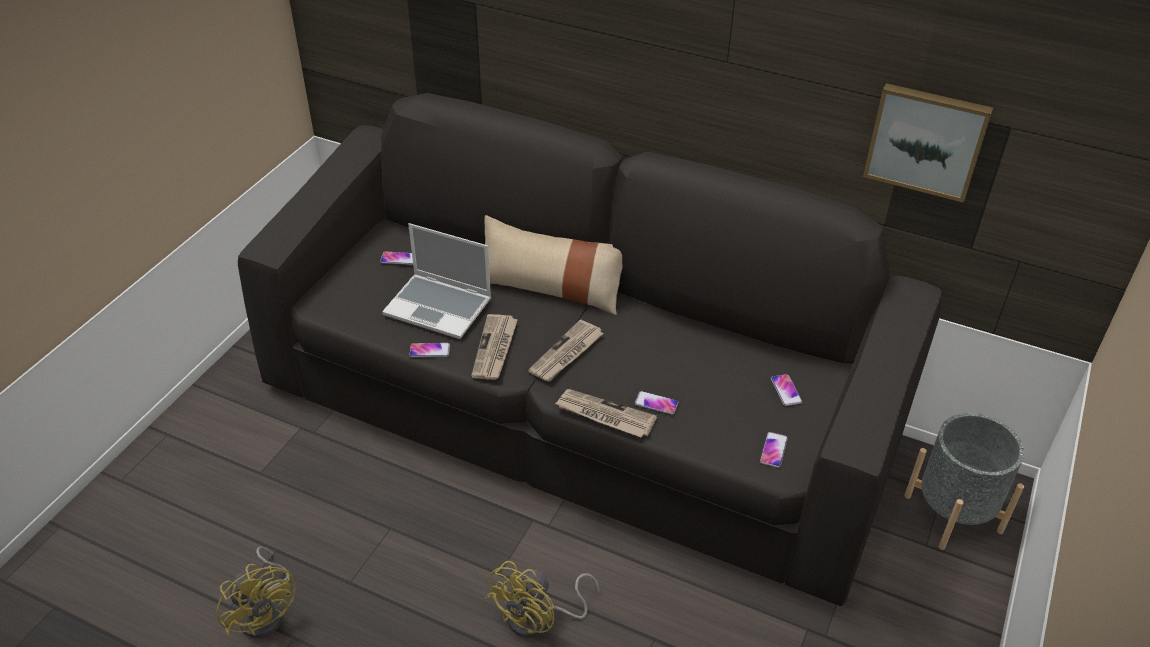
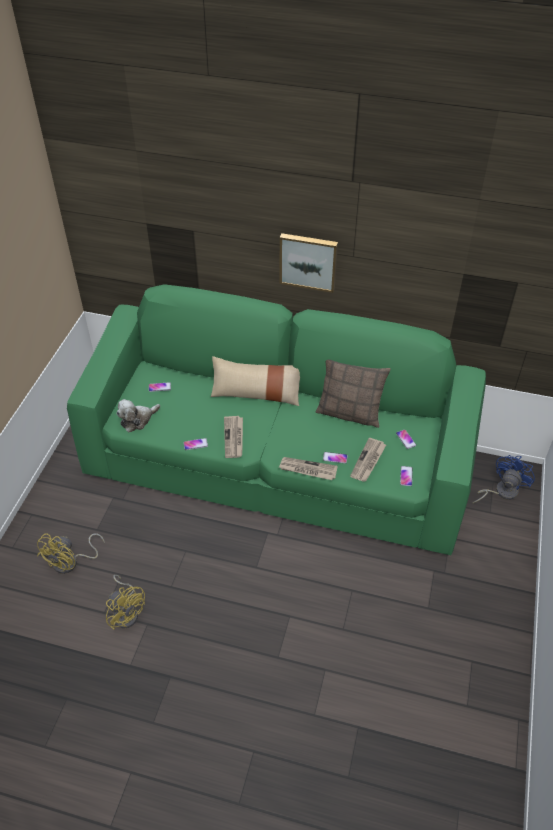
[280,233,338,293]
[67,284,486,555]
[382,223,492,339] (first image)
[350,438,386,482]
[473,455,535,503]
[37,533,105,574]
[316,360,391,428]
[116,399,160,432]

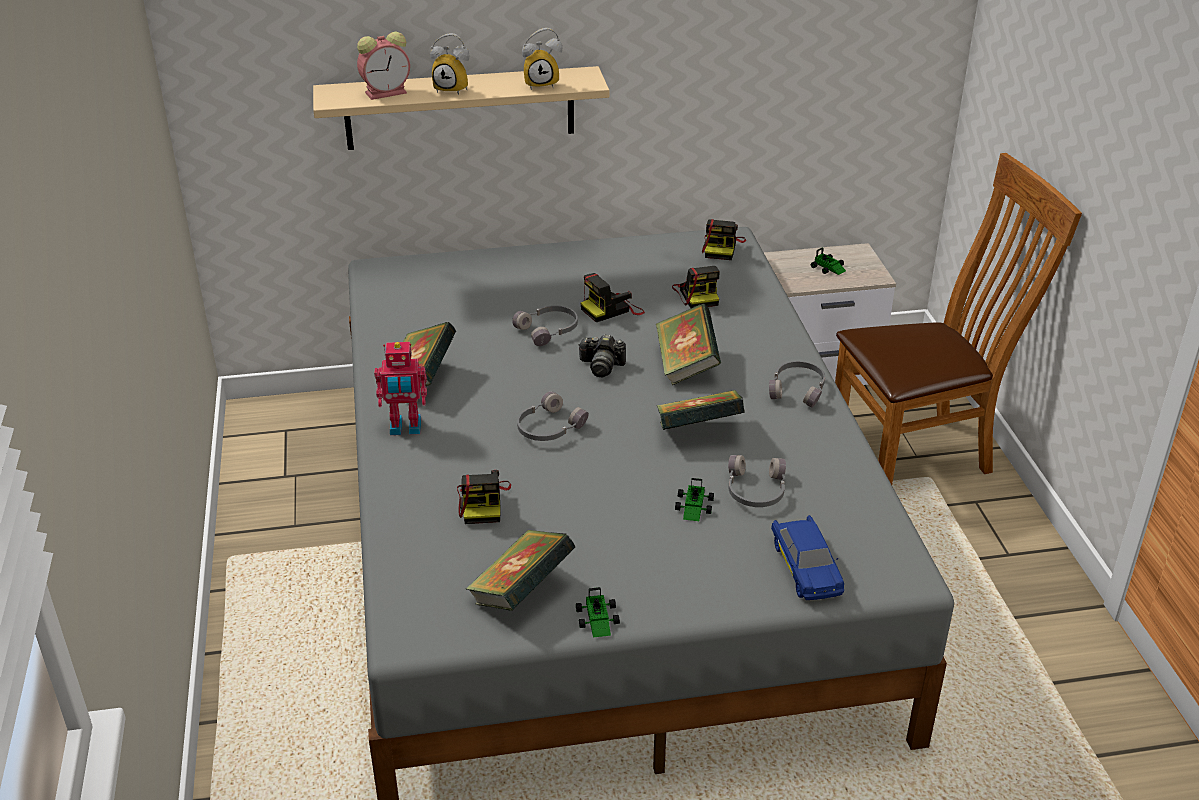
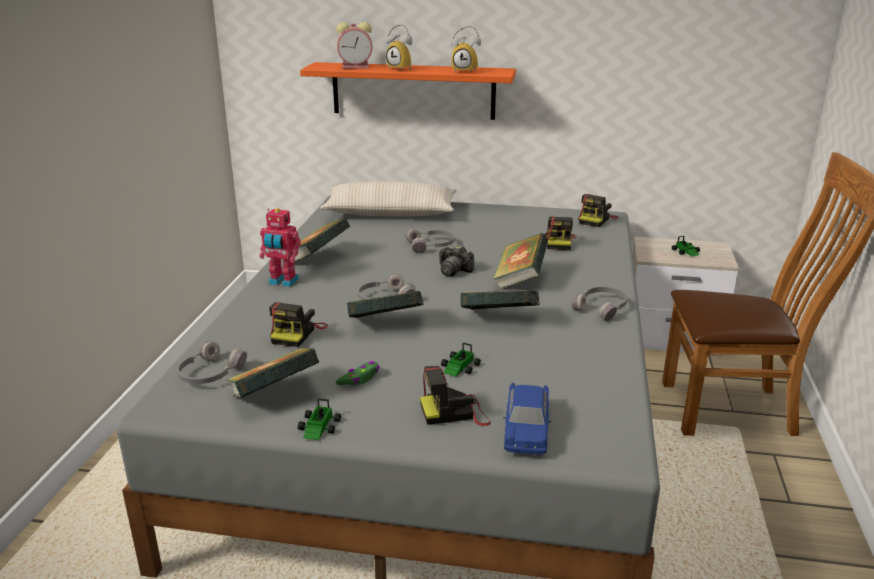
[300,62,516,120]
[420,366,491,426]
[177,341,247,384]
[320,181,457,217]
[347,291,424,318]
[336,361,380,385]

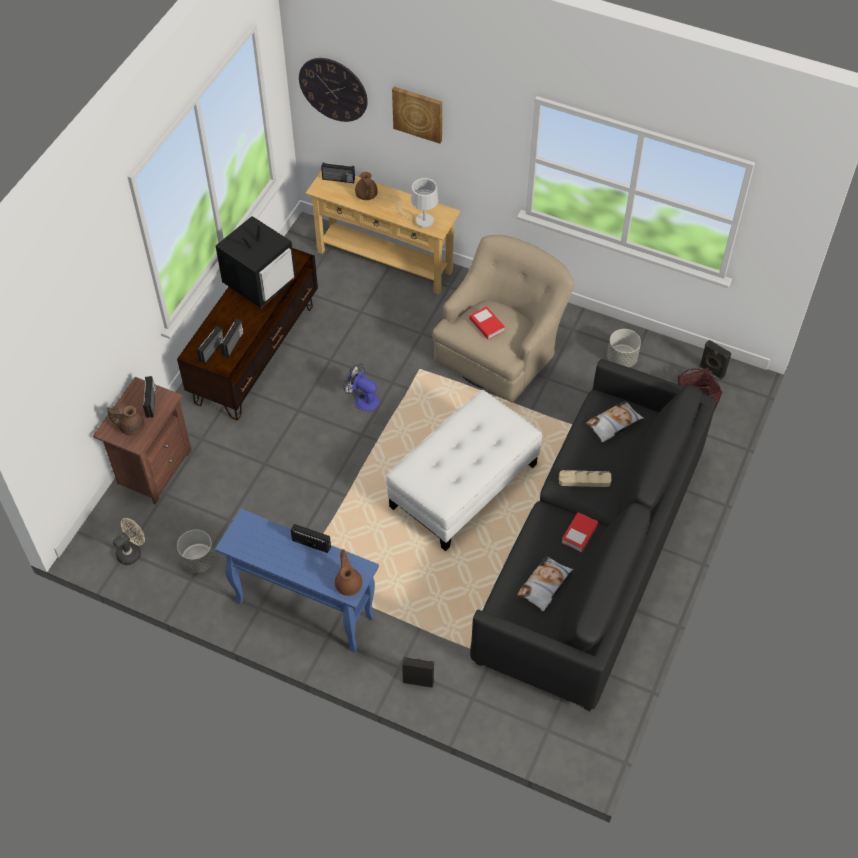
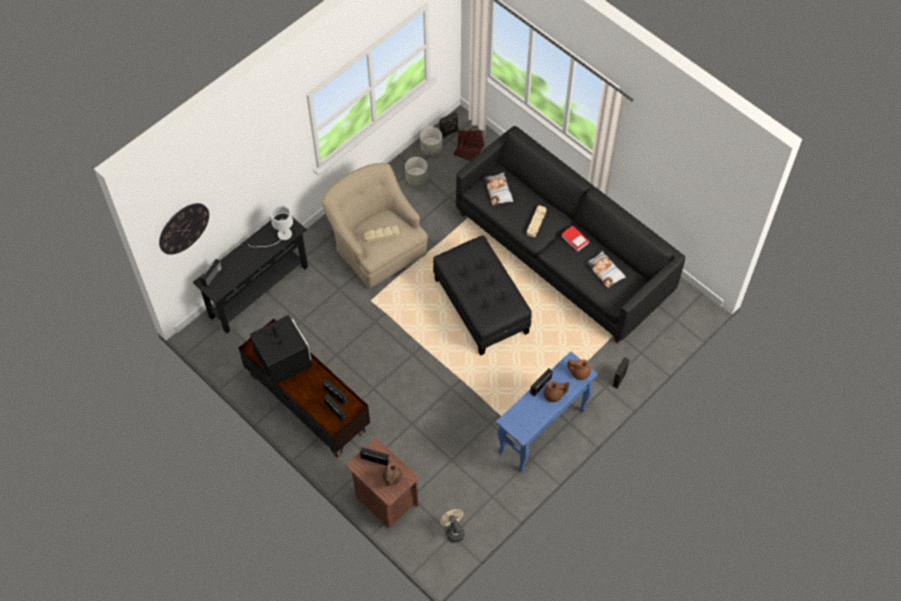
[392,87,442,144] (first image)
[193,214,308,333]
[544,381,569,402]
[363,226,399,242]
[343,363,380,411] (first image)
[433,235,532,356]
[420,127,442,155]

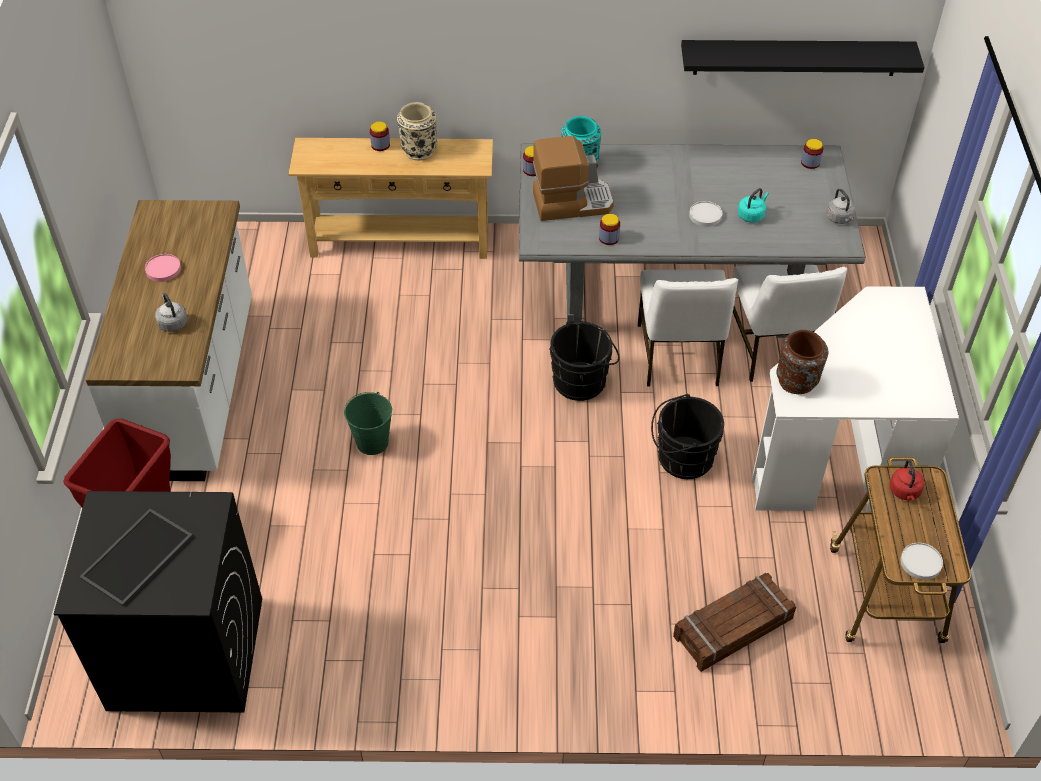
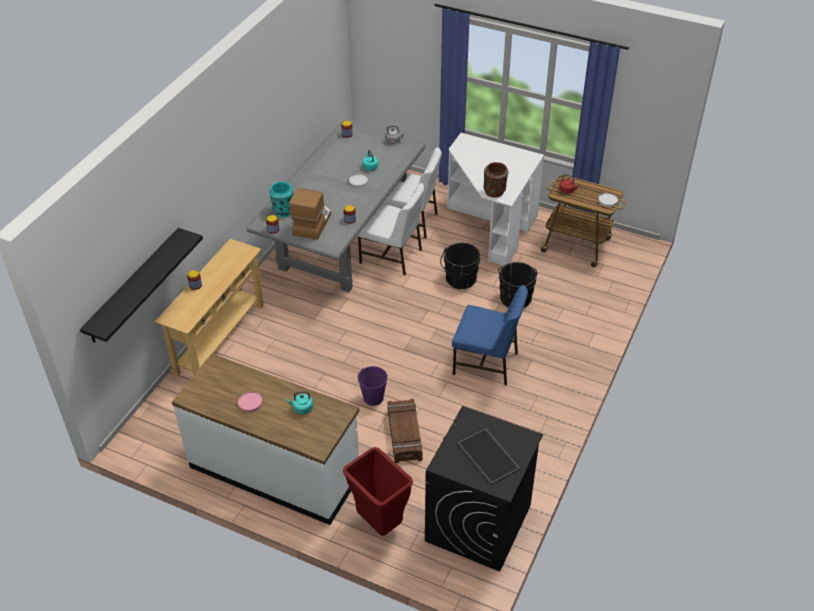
[80,228,203,343]
[397,102,437,160] (first image)
[286,391,313,414]
[498,262,537,308]
[357,366,388,406]
[387,399,422,463]
[452,285,528,386]

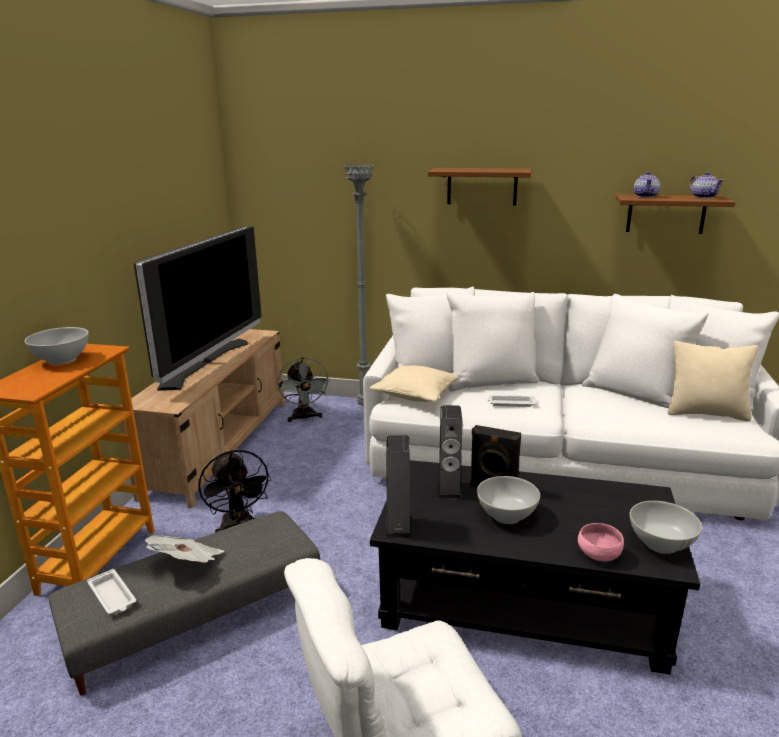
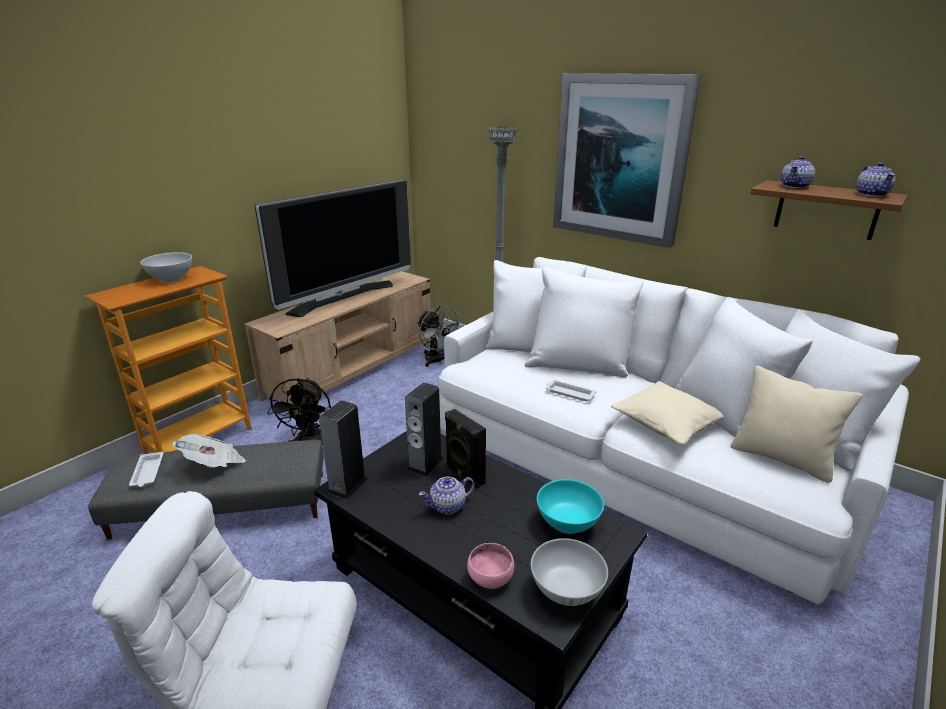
[553,73,701,248]
[417,306,464,367]
[611,381,724,445]
[419,477,475,515]
[537,479,604,534]

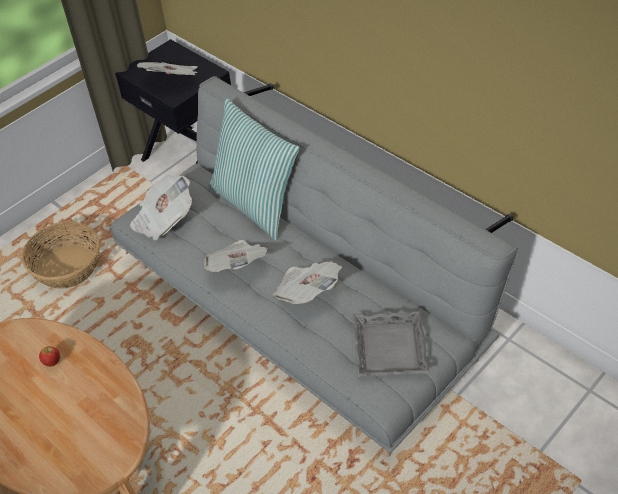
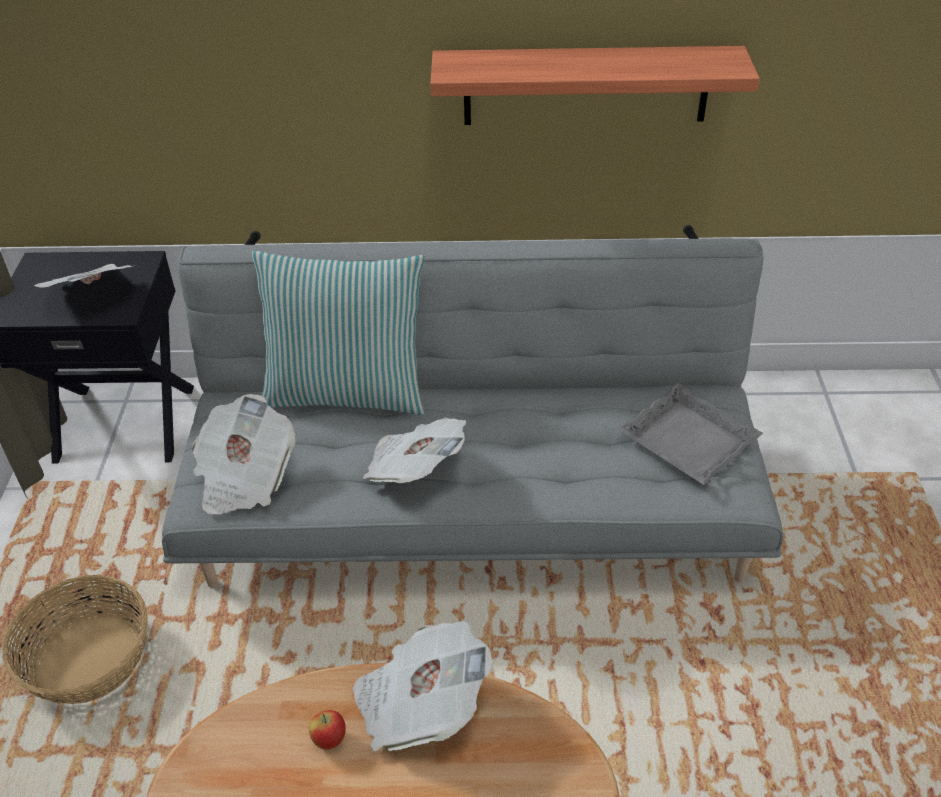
[352,621,493,751]
[431,46,760,125]

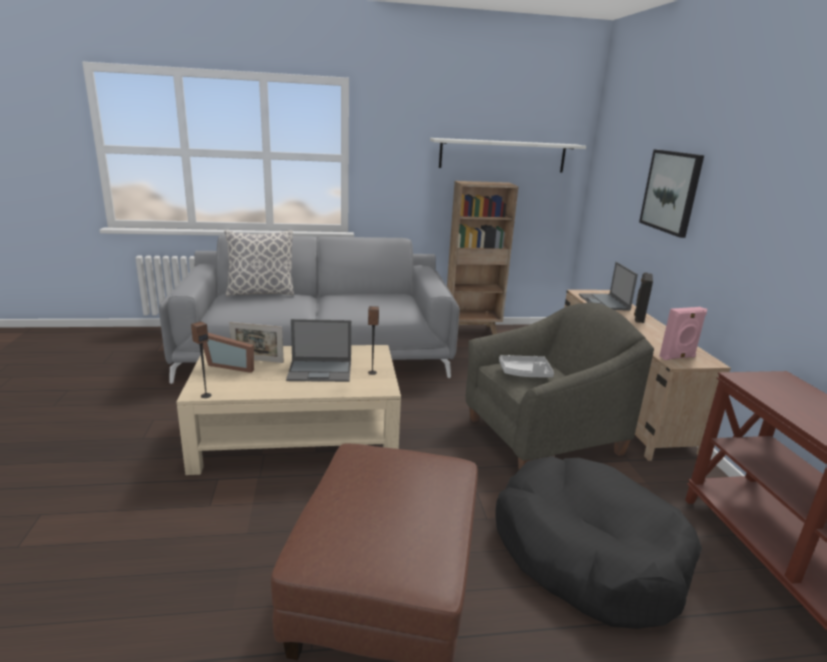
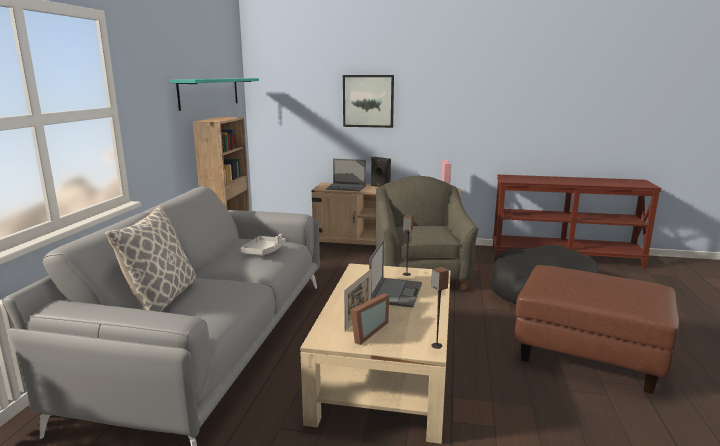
[170,78,259,111]
[241,234,286,255]

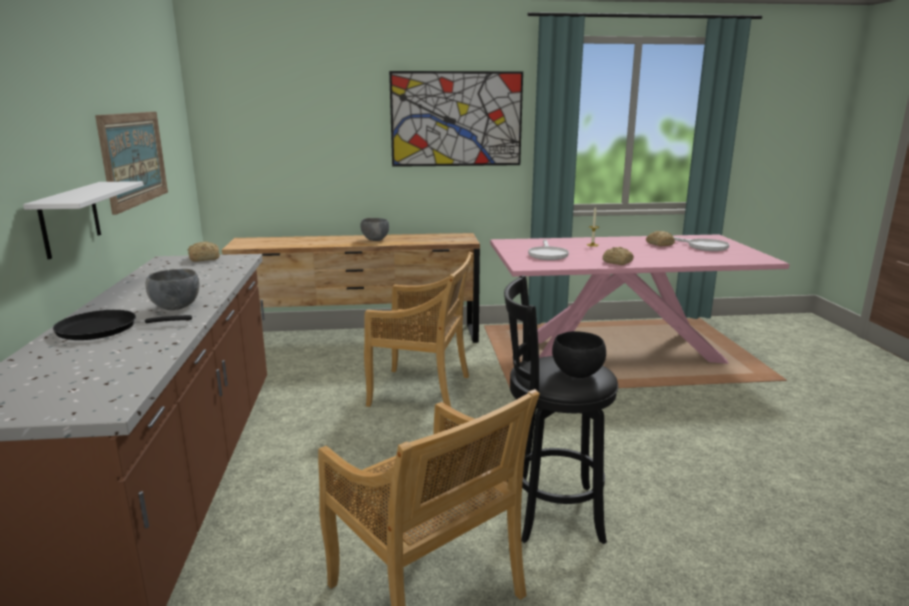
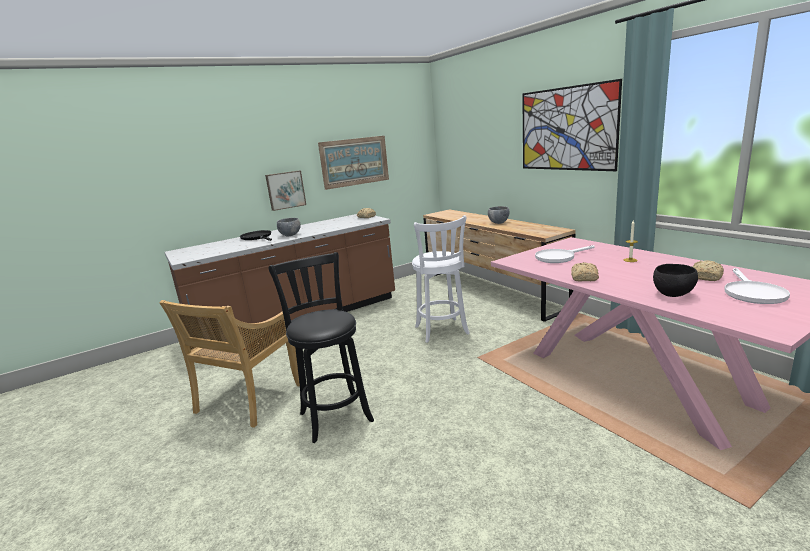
[265,170,306,211]
[412,215,470,343]
[653,264,698,297]

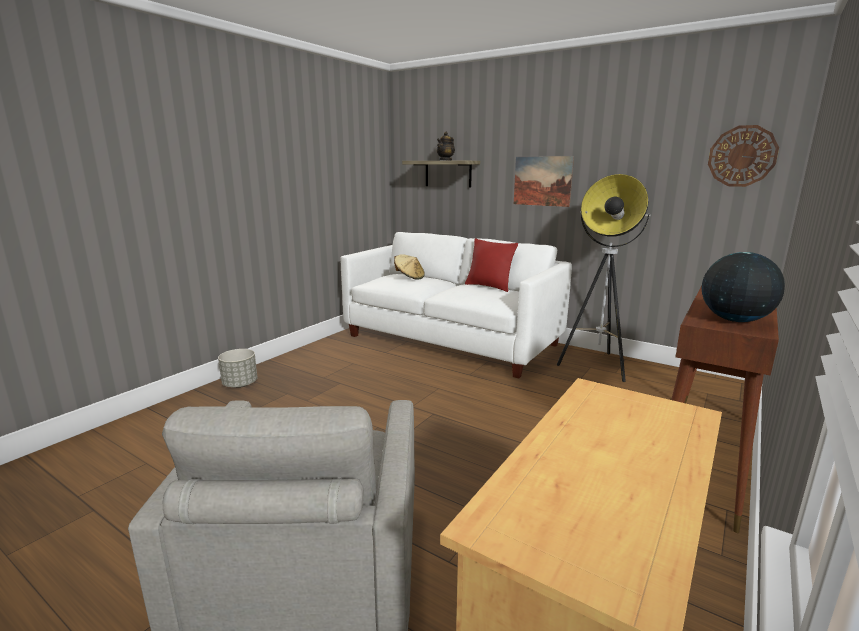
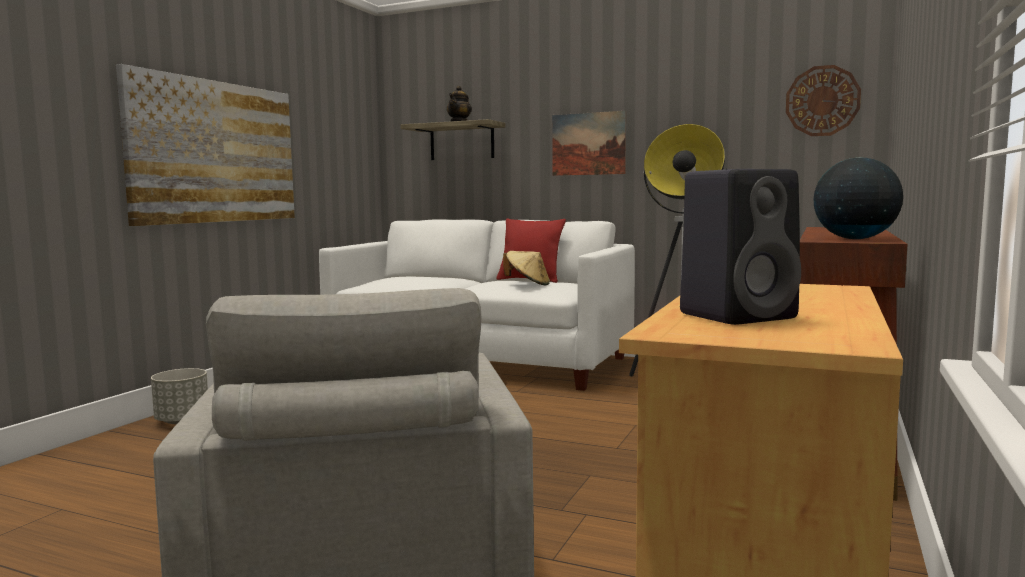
[503,251,550,285]
[116,64,295,226]
[680,169,801,325]

